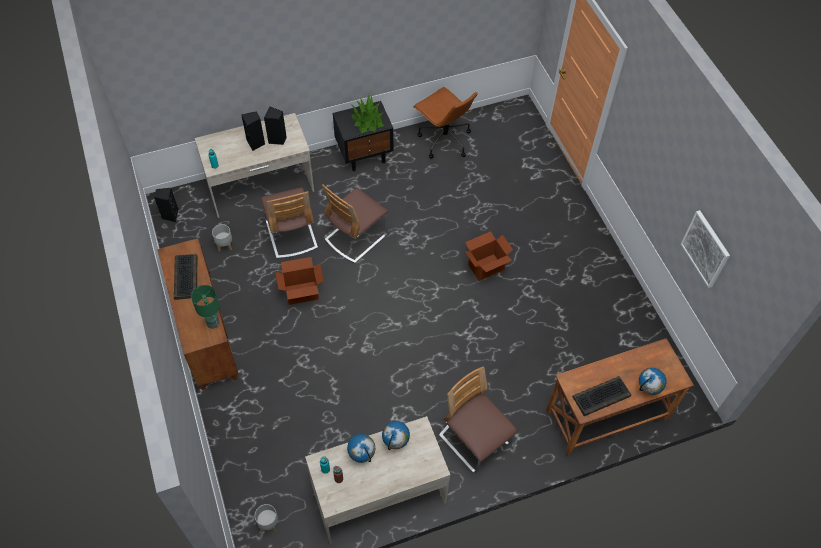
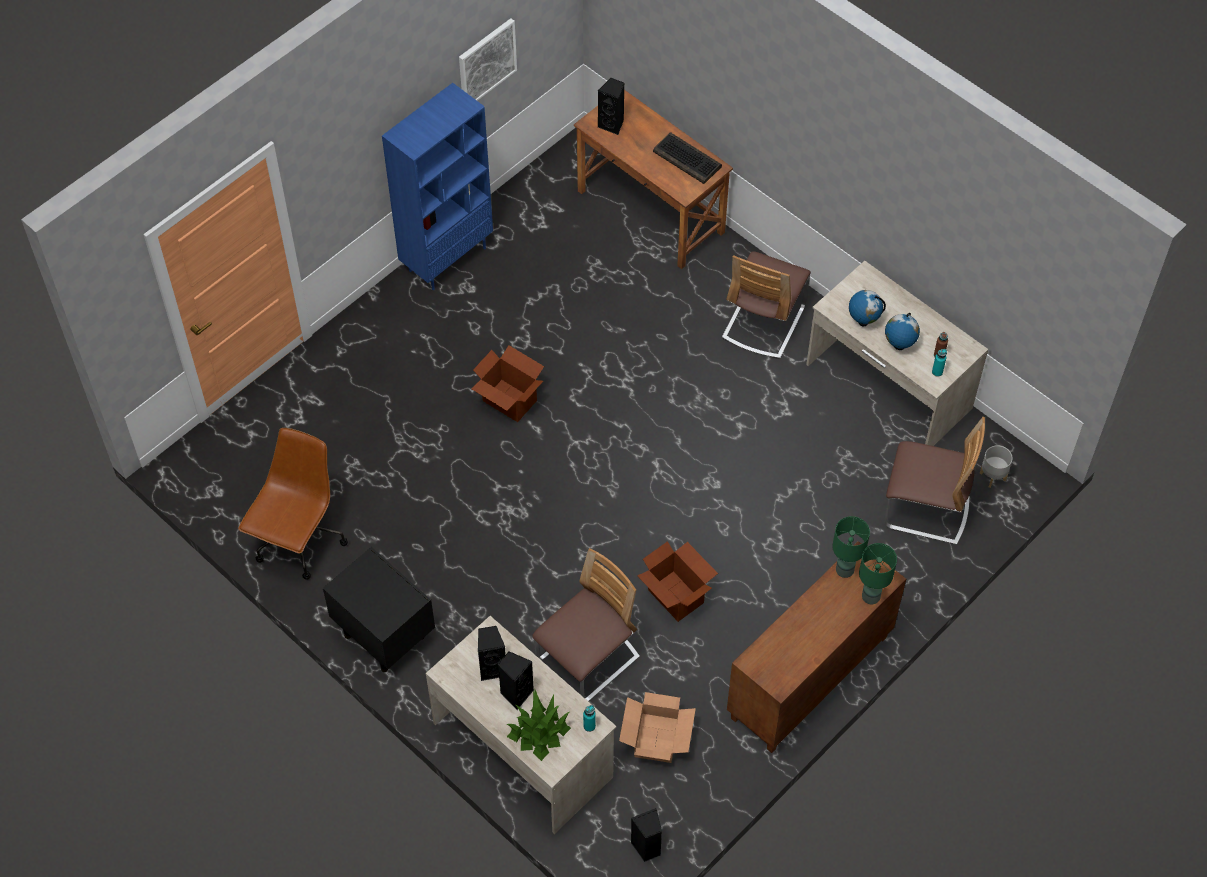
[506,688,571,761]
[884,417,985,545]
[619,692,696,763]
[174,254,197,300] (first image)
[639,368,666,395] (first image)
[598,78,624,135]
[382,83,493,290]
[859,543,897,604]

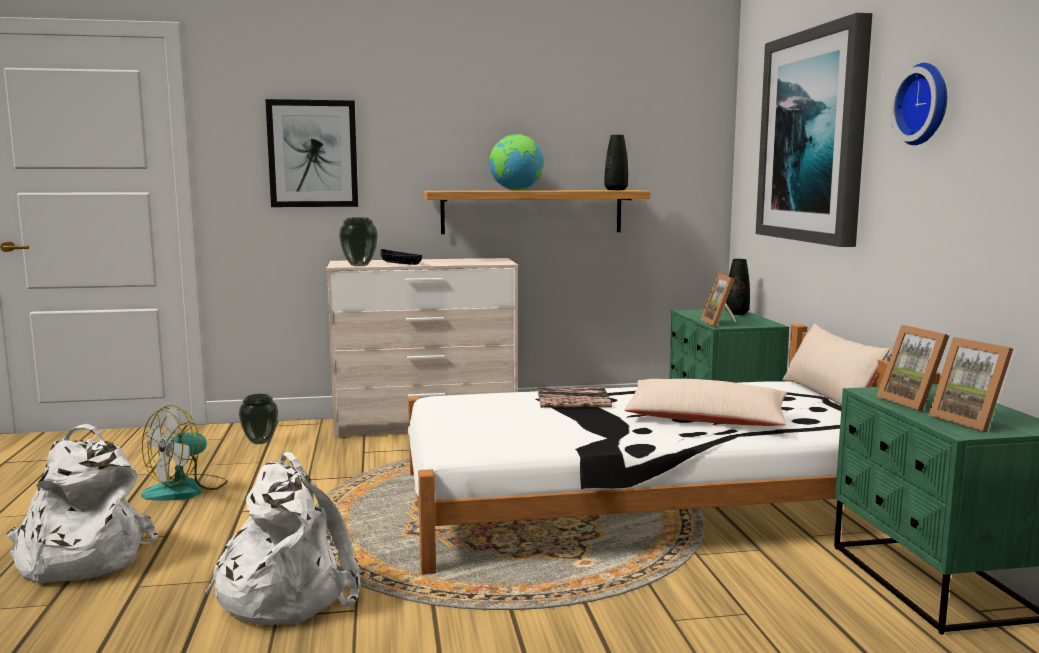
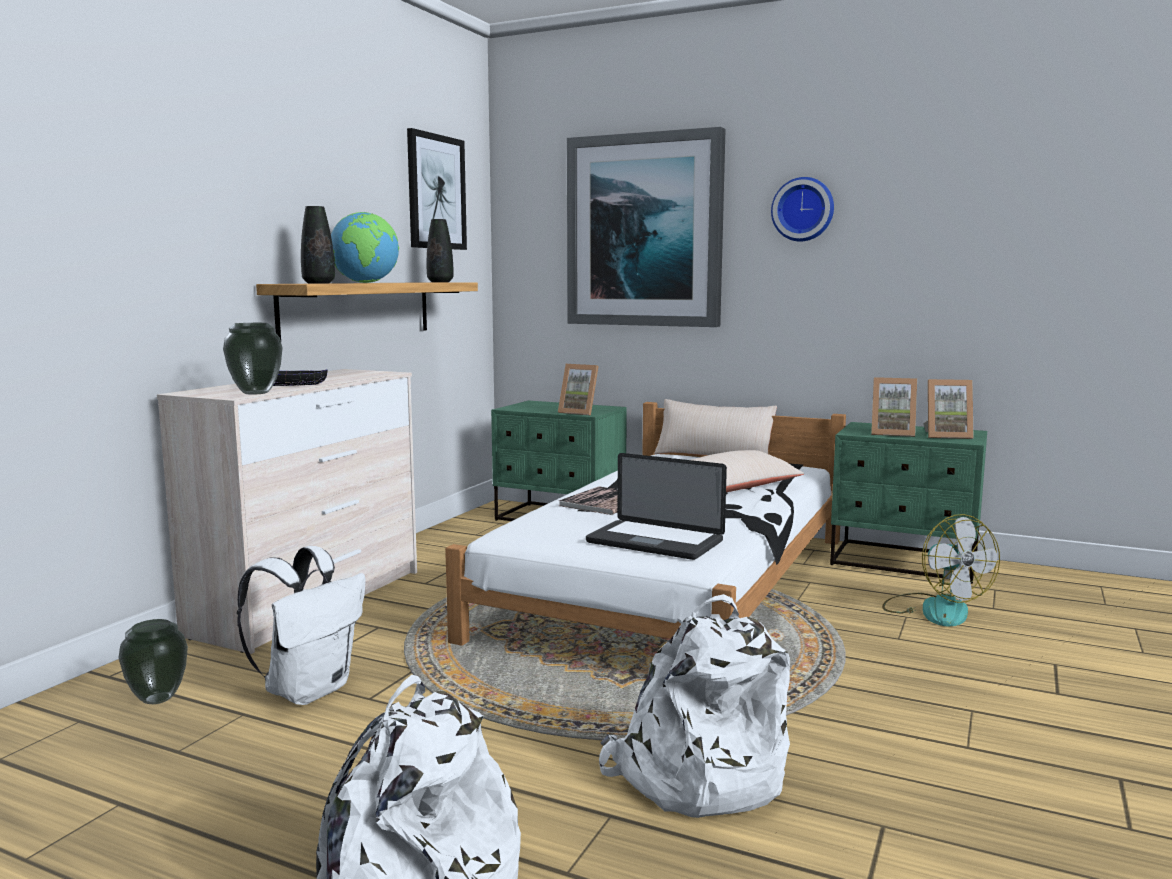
[407,128,467,250]
[301,206,335,283]
[882,514,1000,626]
[586,453,727,560]
[237,546,365,705]

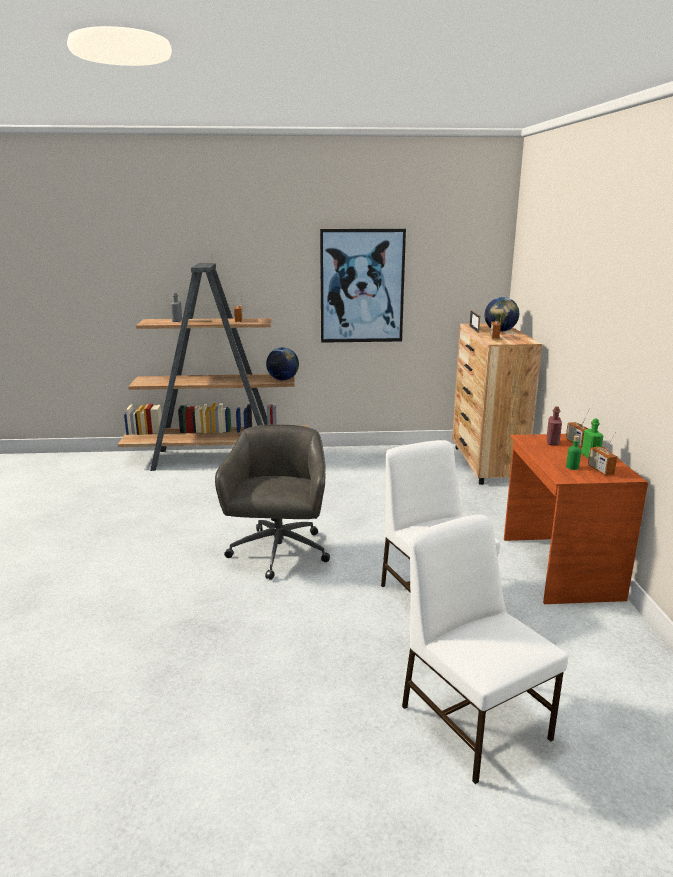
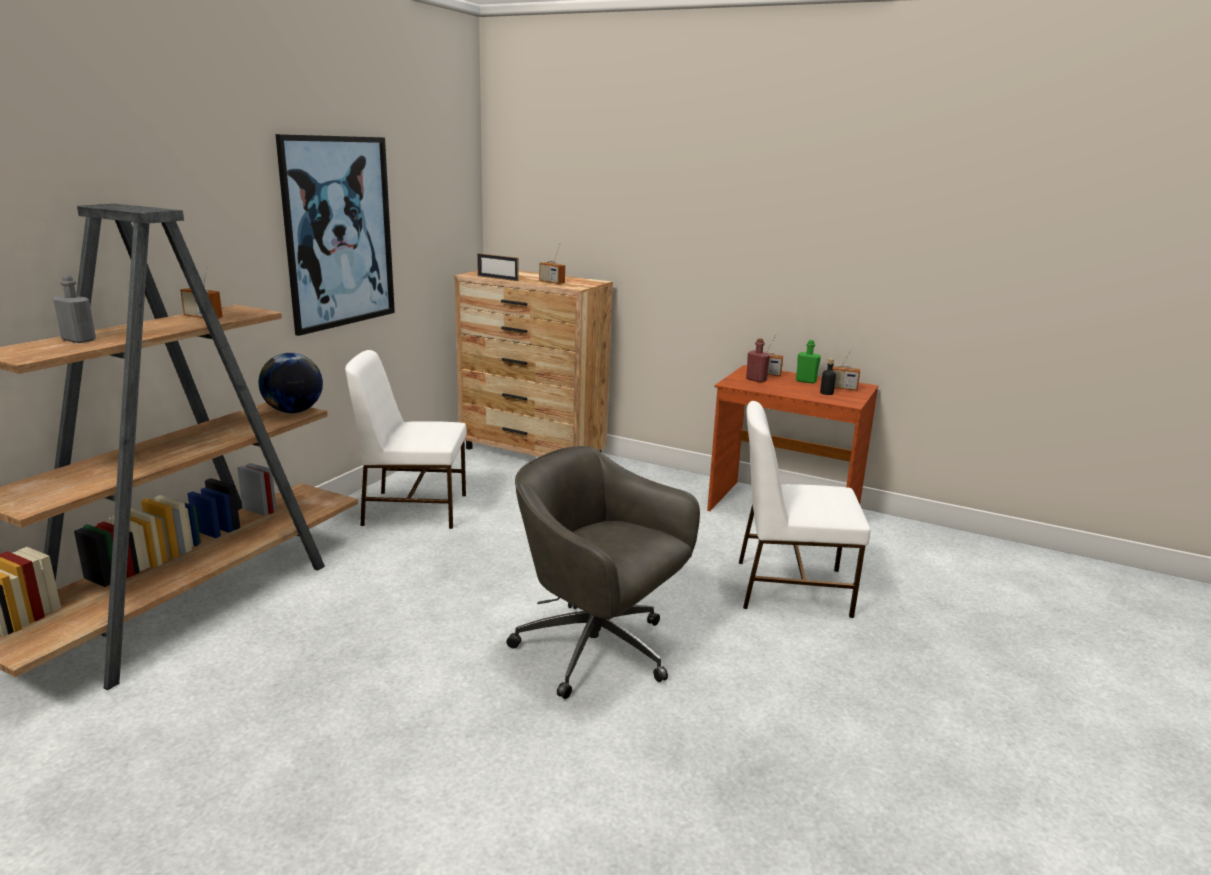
[485,297,519,332] (first image)
[820,358,836,395]
[345,350,467,529]

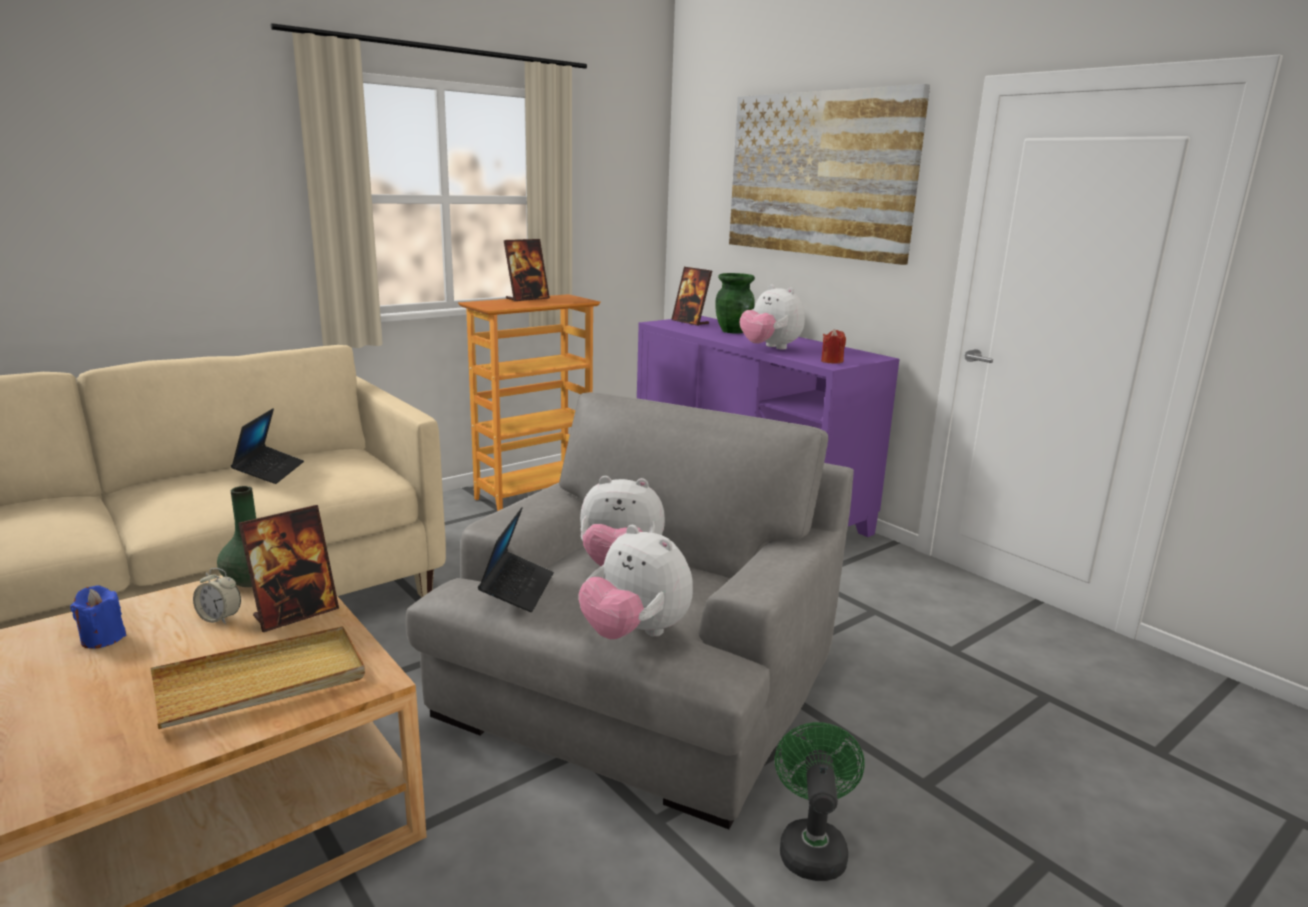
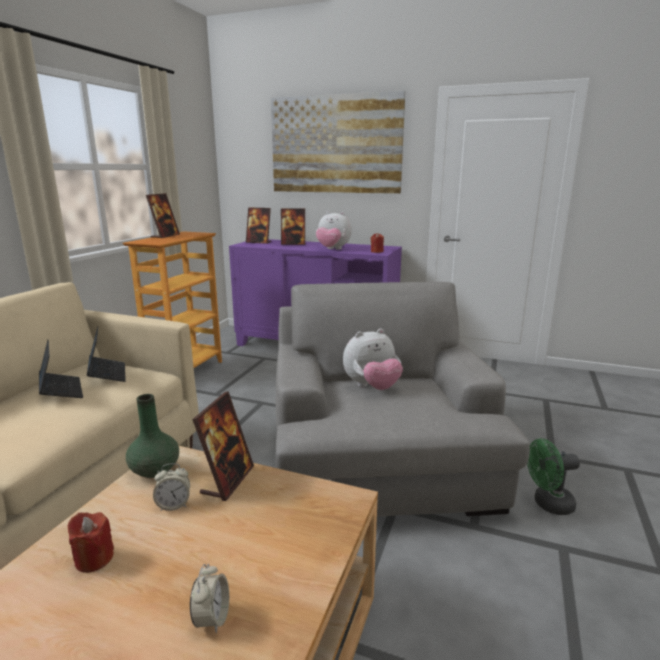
[281,209,305,245]
[87,327,126,382]
[579,525,693,639] (first image)
[68,512,114,573]
[150,626,365,729] (first image)
[527,438,580,515]
[190,564,229,633]

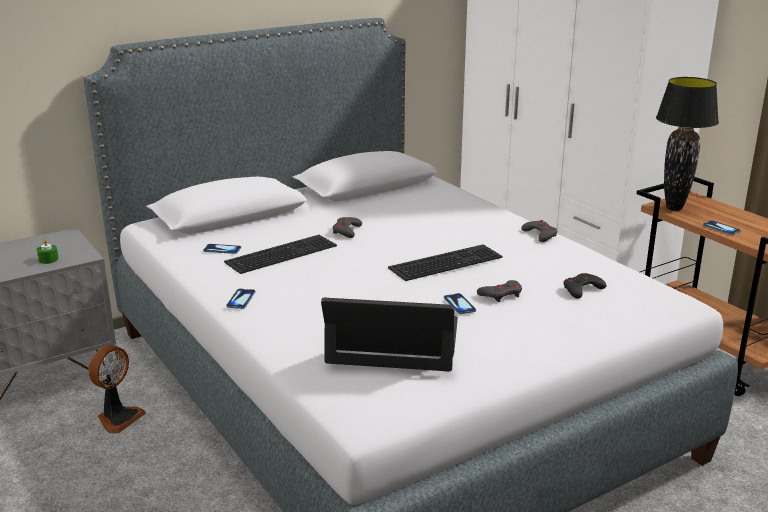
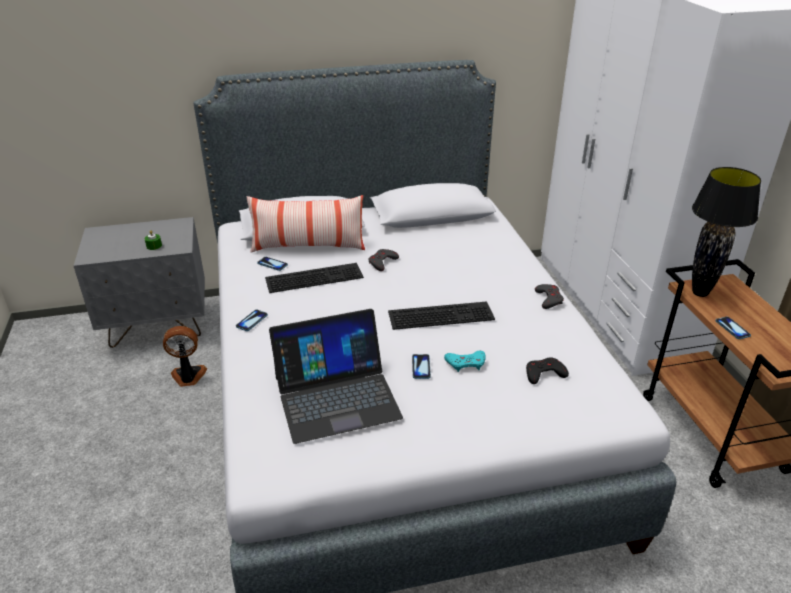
[444,351,486,372]
[269,309,403,444]
[163,326,207,387]
[247,195,365,253]

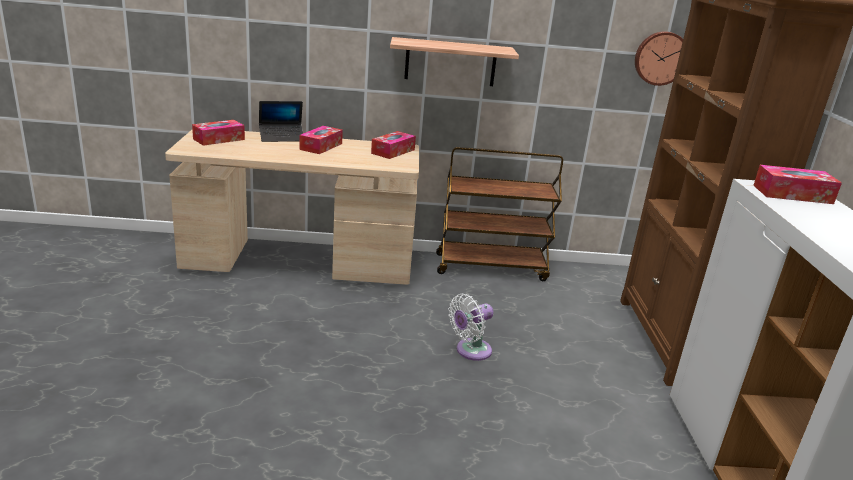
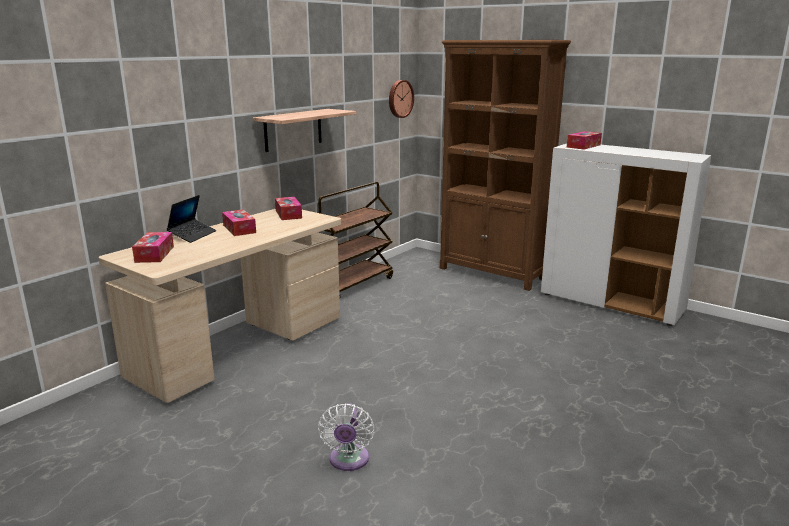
[318,403,375,471]

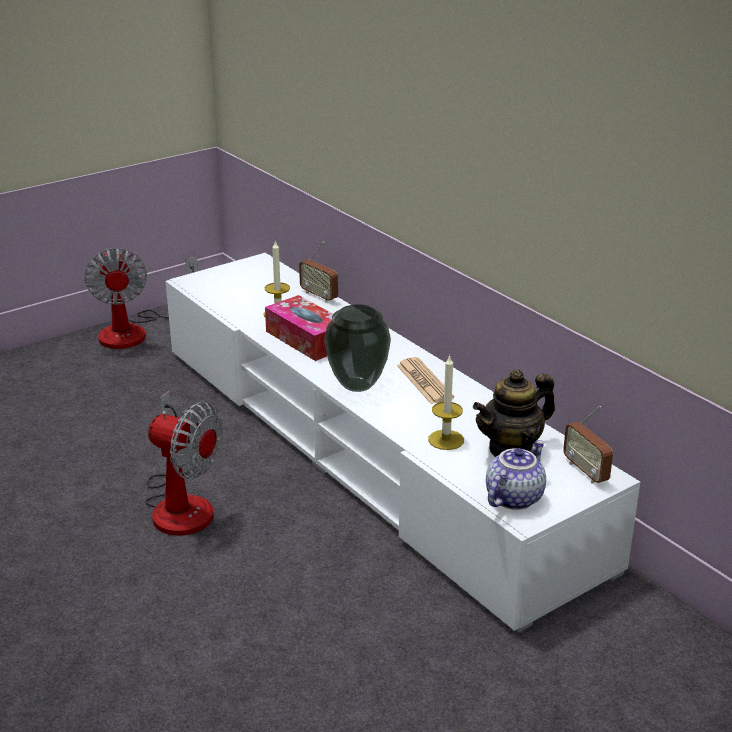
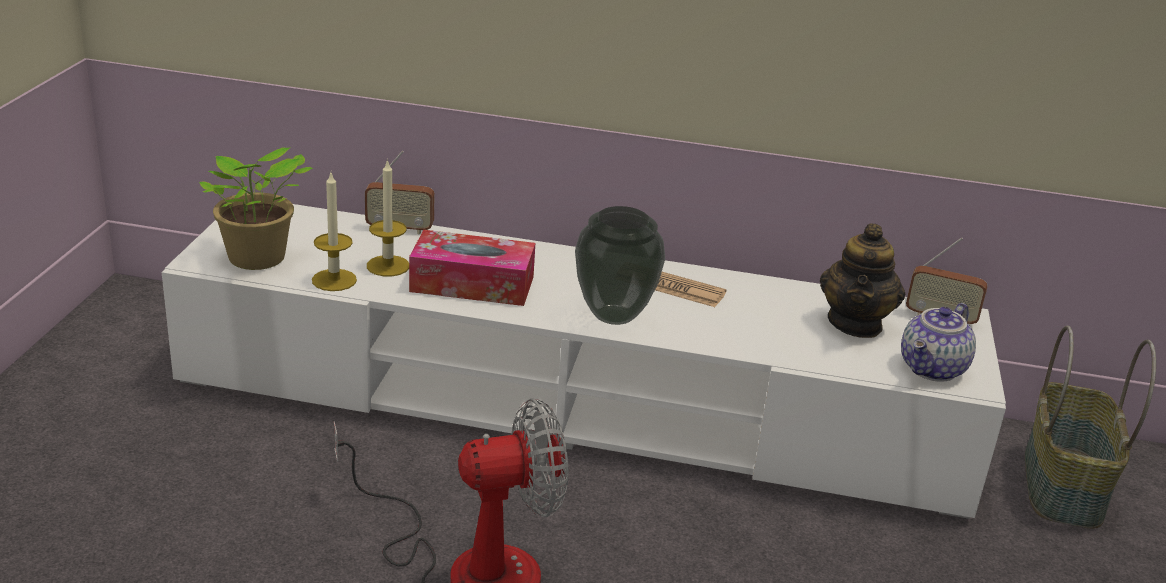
[84,248,198,349] (first image)
[312,173,357,291]
[901,303,976,382]
[199,147,313,270]
[1025,326,1156,529]

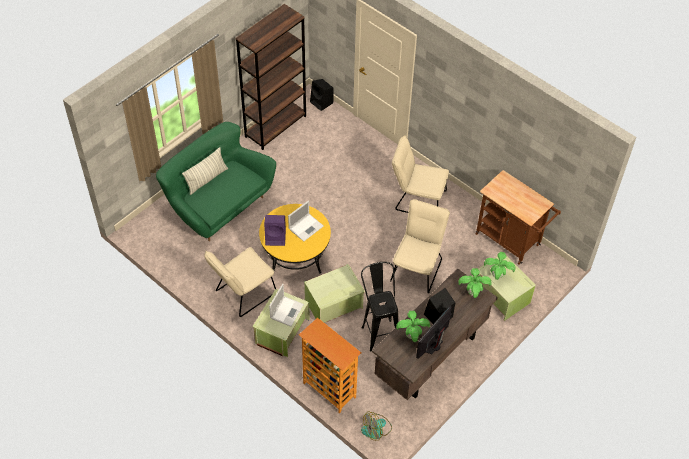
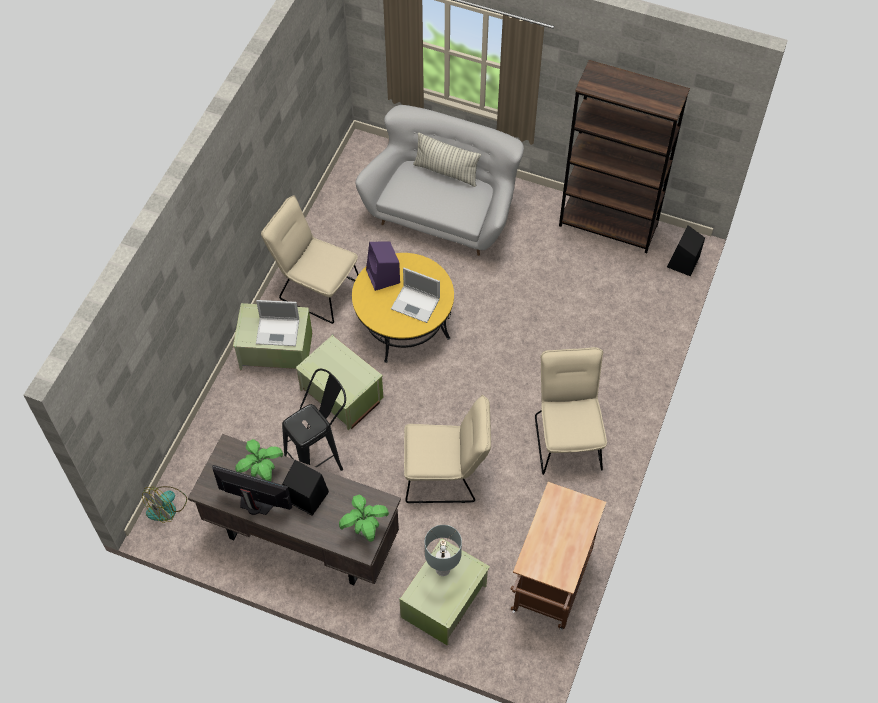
[355,105,524,256]
[425,525,462,576]
[299,318,361,414] (first image)
[142,486,187,523]

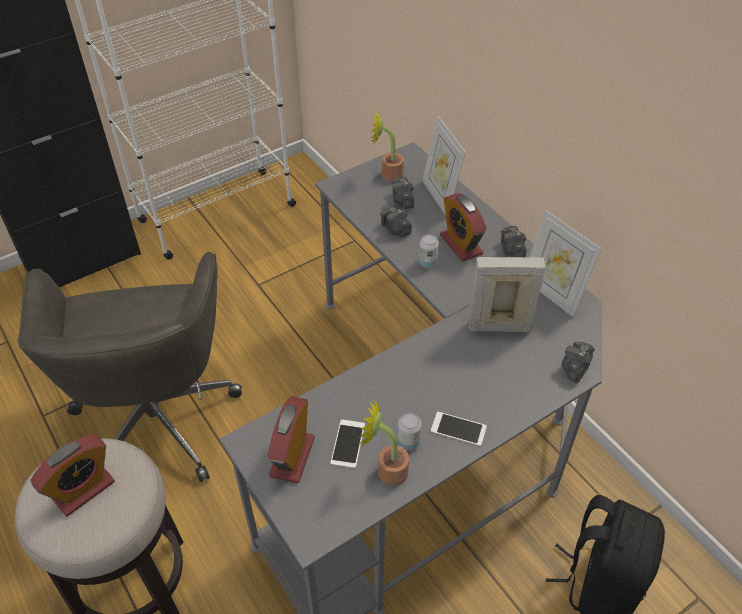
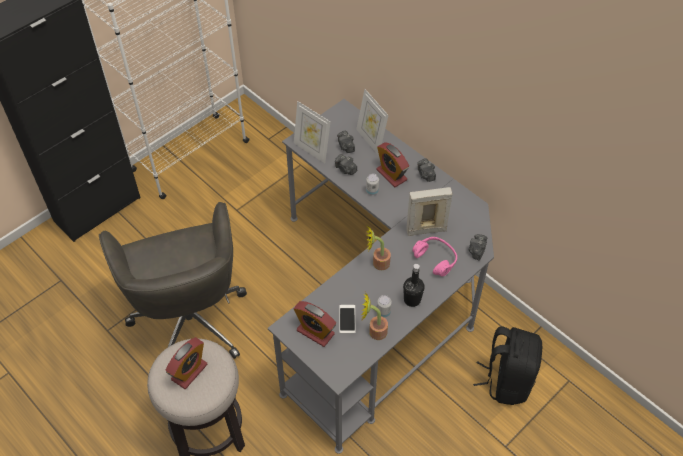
[366,226,391,270]
[294,101,330,163]
[294,301,336,347]
[403,264,425,307]
[413,237,457,276]

